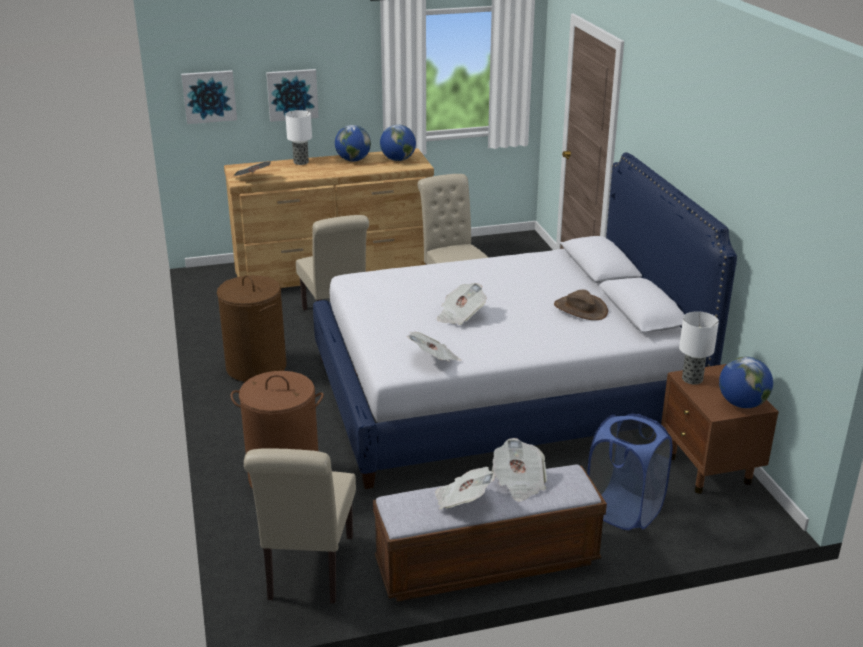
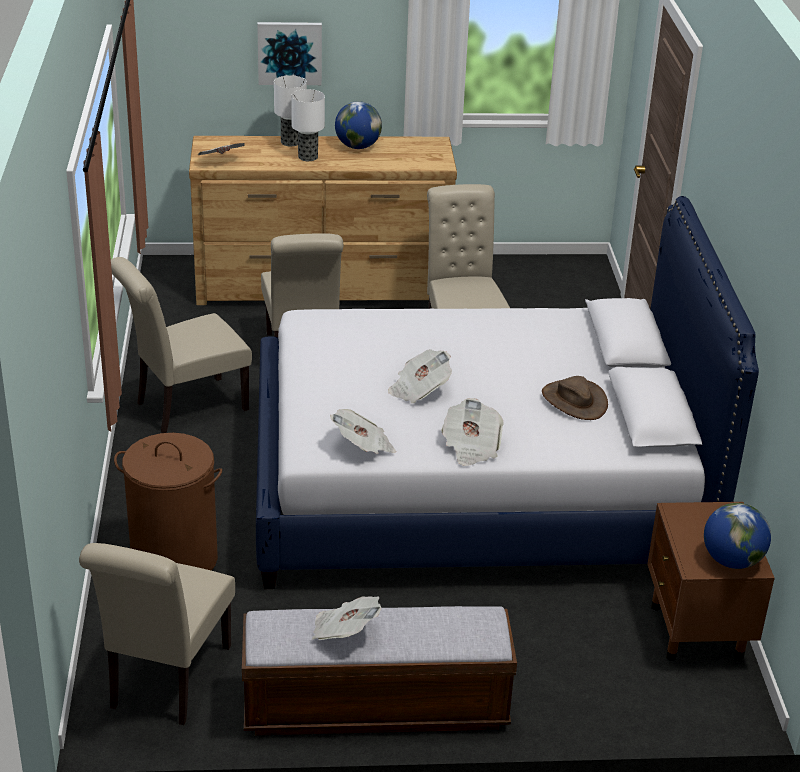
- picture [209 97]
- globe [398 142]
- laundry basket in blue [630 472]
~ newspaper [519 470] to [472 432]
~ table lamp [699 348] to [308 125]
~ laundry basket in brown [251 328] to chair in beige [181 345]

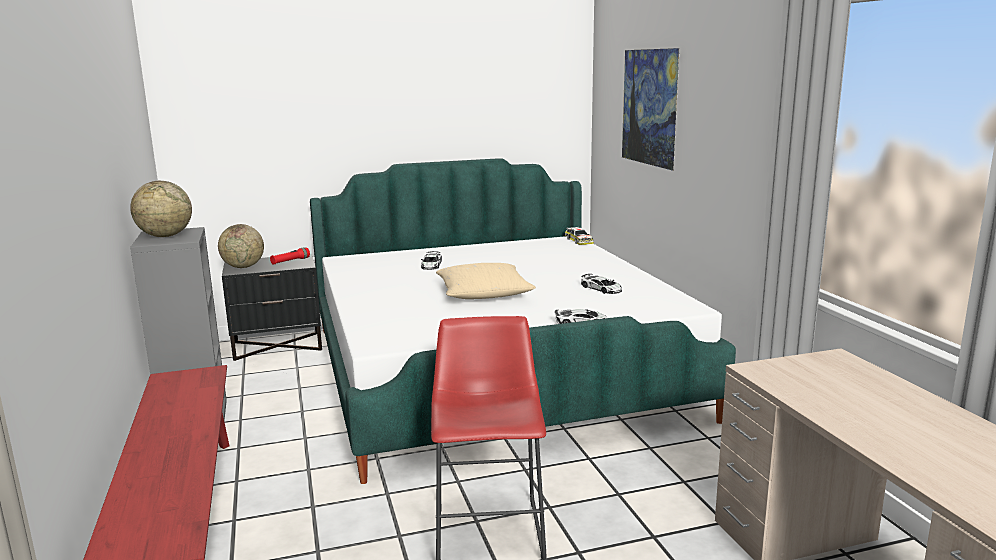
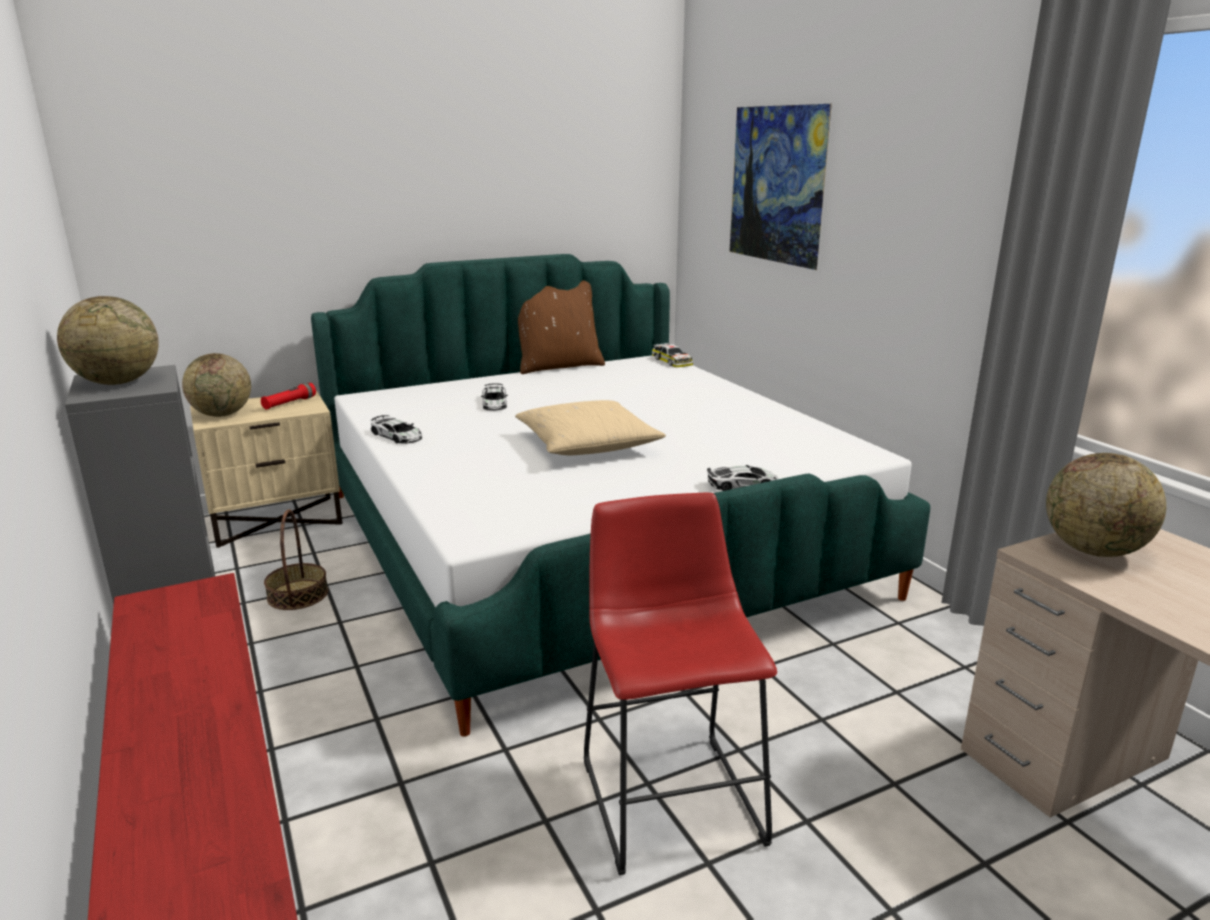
+ basket [296 559]
+ pillow in brown [561 327]
+ globe [1106 505]
~ toy car [601 284] to [396 429]
~ nightstand in black [272 307] to nightstand in beige [266 469]

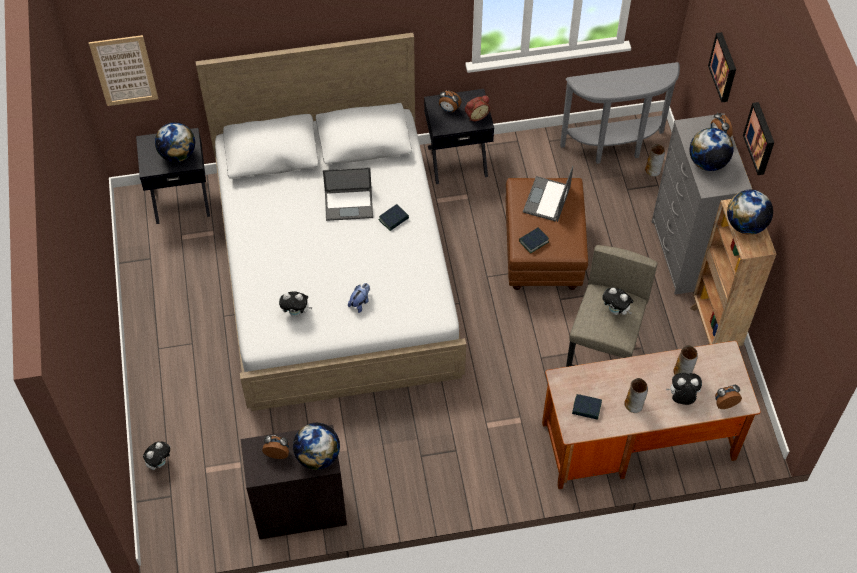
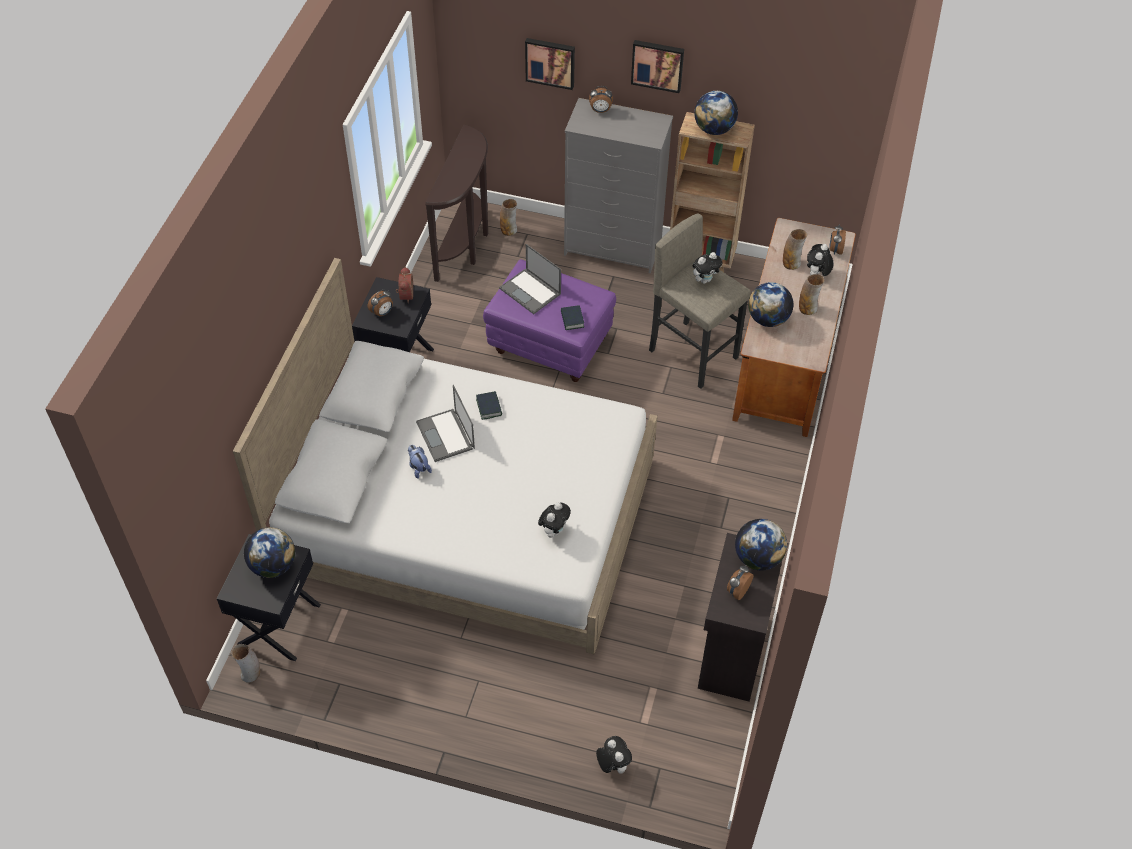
- picture [123 70]
- book [587 407]
+ vase [246 663]
~ plush toy [359 298] to [420 462]
~ globe [711 149] to [770 304]
~ ottoman in brown [546 234] to ottoman in purple [549 321]
~ console table in grey [620 113] to console table in brown [456 203]
~ laptop [348 194] = [445 423] 135 degrees clockwise

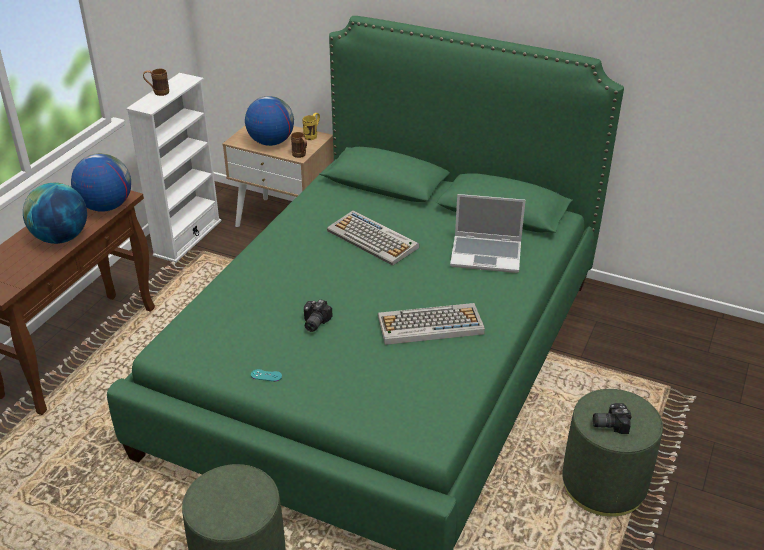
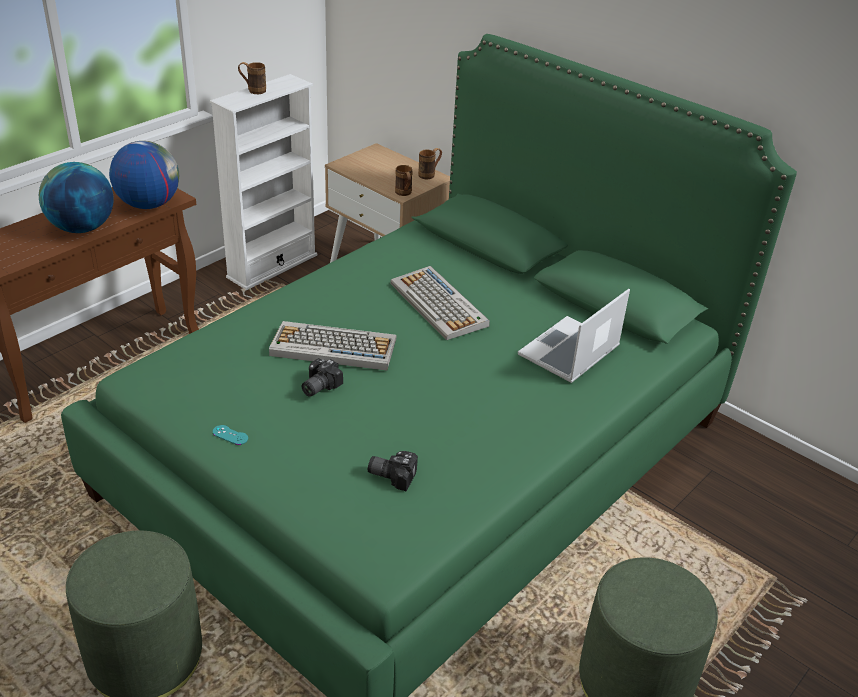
- globe [269 121]
~ keyboard [431 324] to [332 346]
~ photo camera [612 418] to [393 471]
~ mug in yellow [311 126] to mug in brown [430 163]
~ laptop [488 233] = [574 336] 105 degrees clockwise

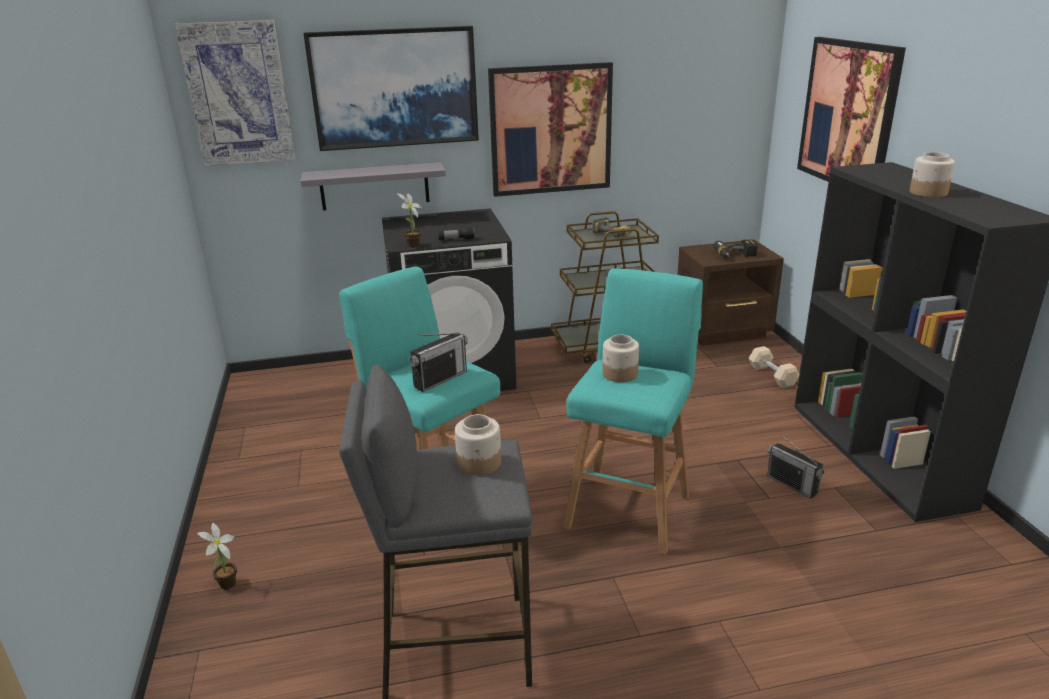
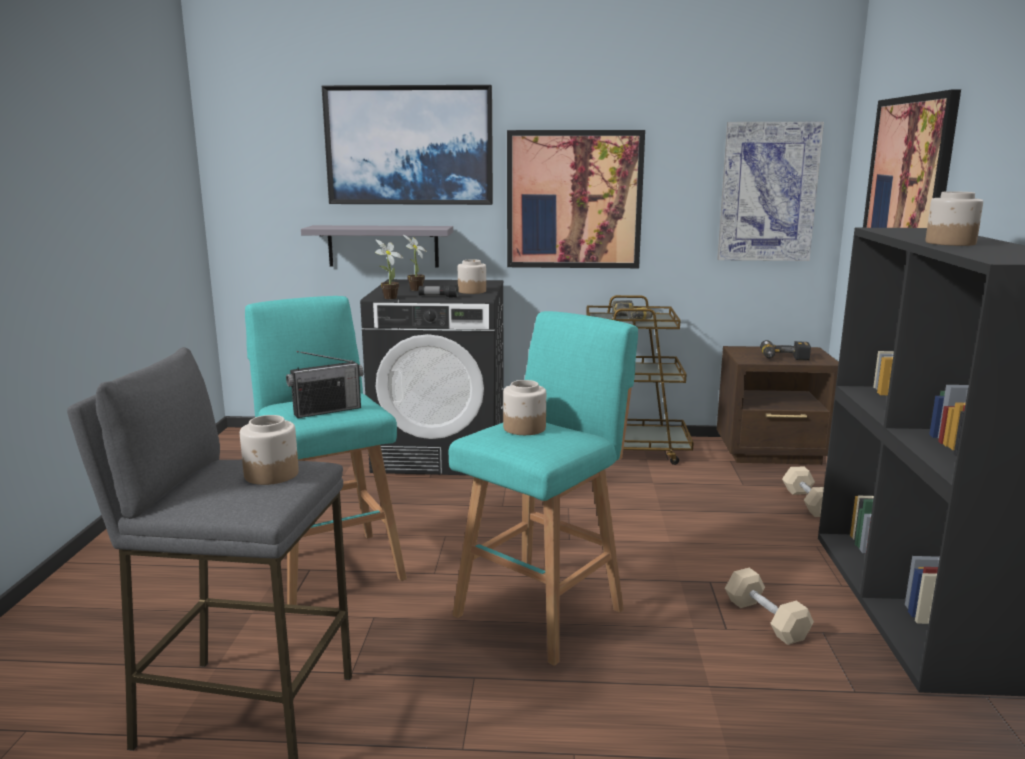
+ jar [472 276]
~ picture [235 93] to [770 191]
~ potted plant [217 556] to [415 263]
~ radio [795 466] to dumbbell in beige [769 606]

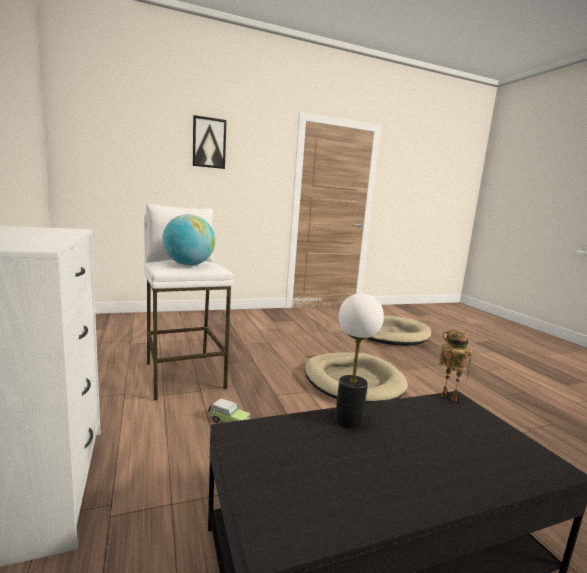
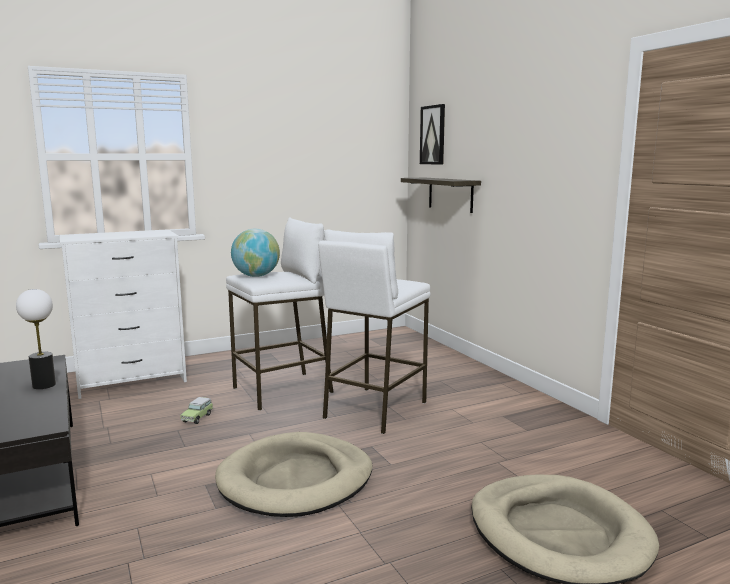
- toy robot [455 365]
+ stool in white [374 331]
+ shelf [441 195]
~ picture [210 142] to [432 134]

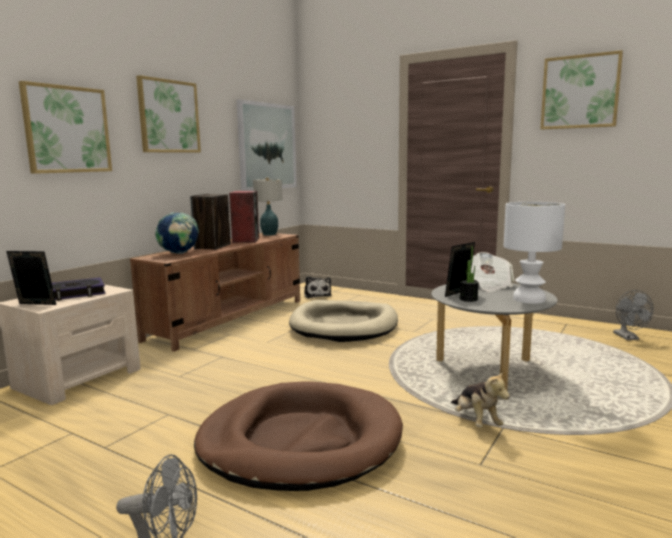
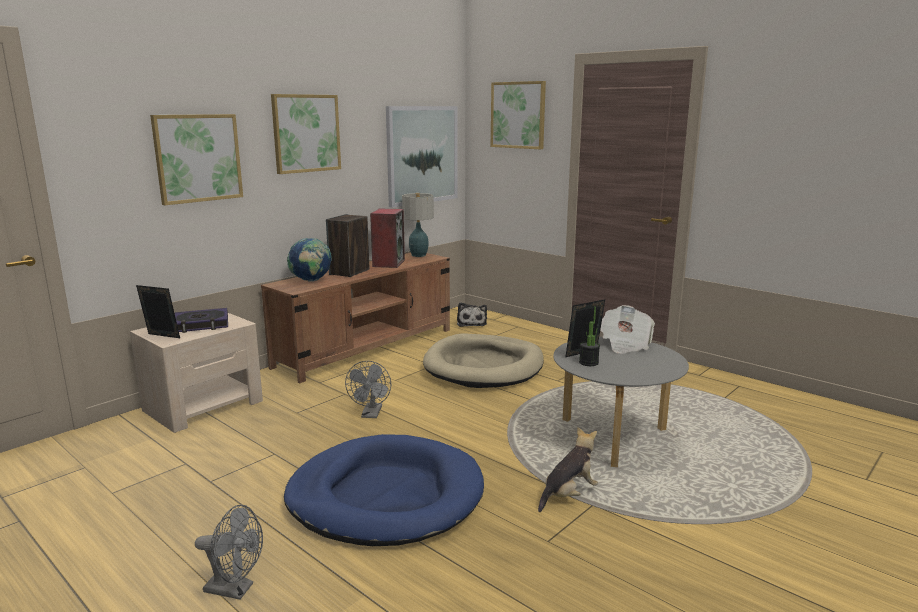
- table lamp in white [534 253]
~ picture [581 90] to [518 115]
~ fan in grey [633 315] to [368 389]
~ dog bed in brown [298 436] to dog bed in blue [384 490]
~ plush toy [480 398] = [568 469] 120 degrees counterclockwise

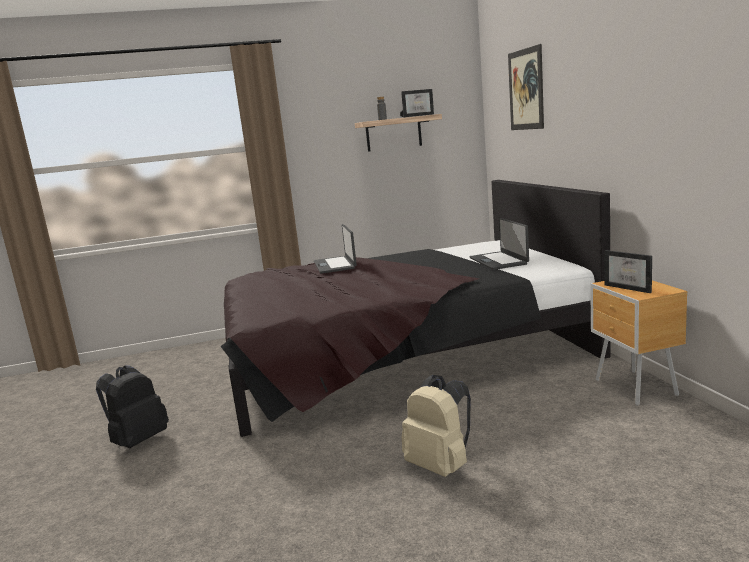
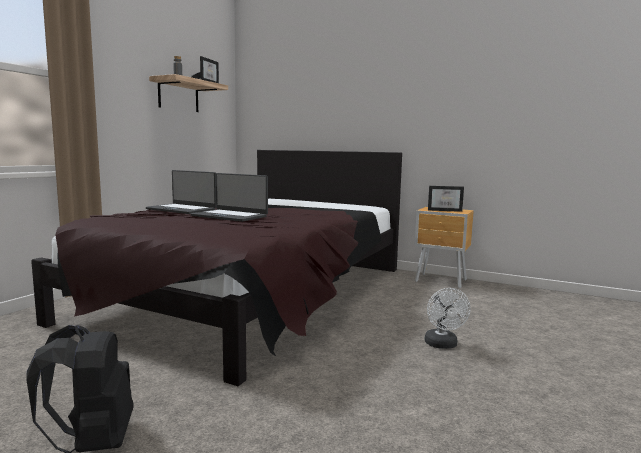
- picture [526 87]
~ laptop [499 244] to [229 197]
~ backpack in beige [436 426] to fan in white [448 318]

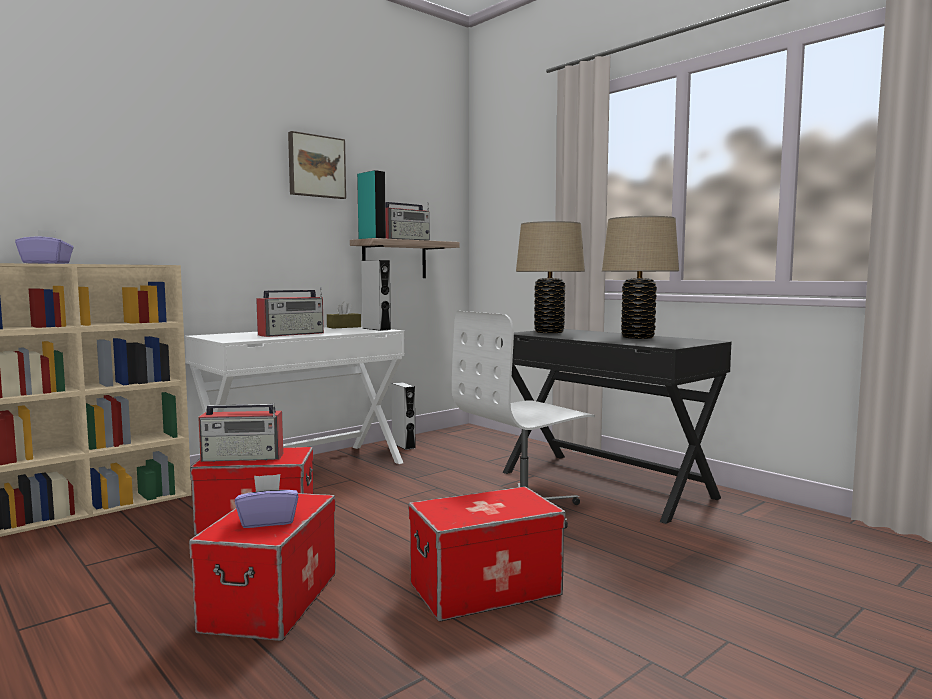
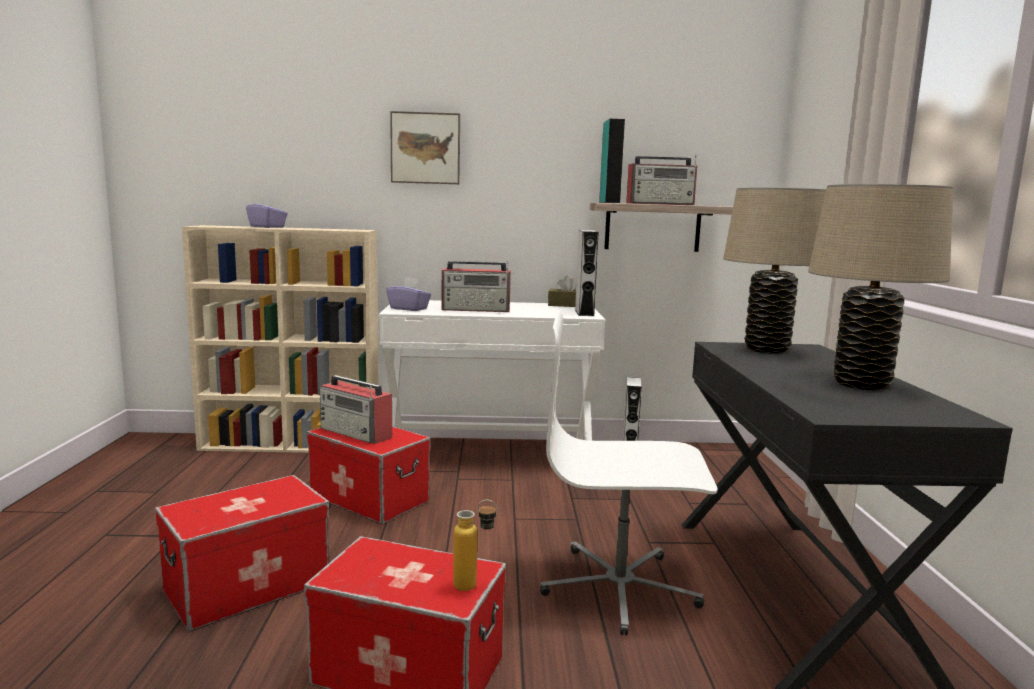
+ bottle [475 545]
~ tissue box in purple [266 501] to [408 294]
~ picture [317 165] to [425 147]

